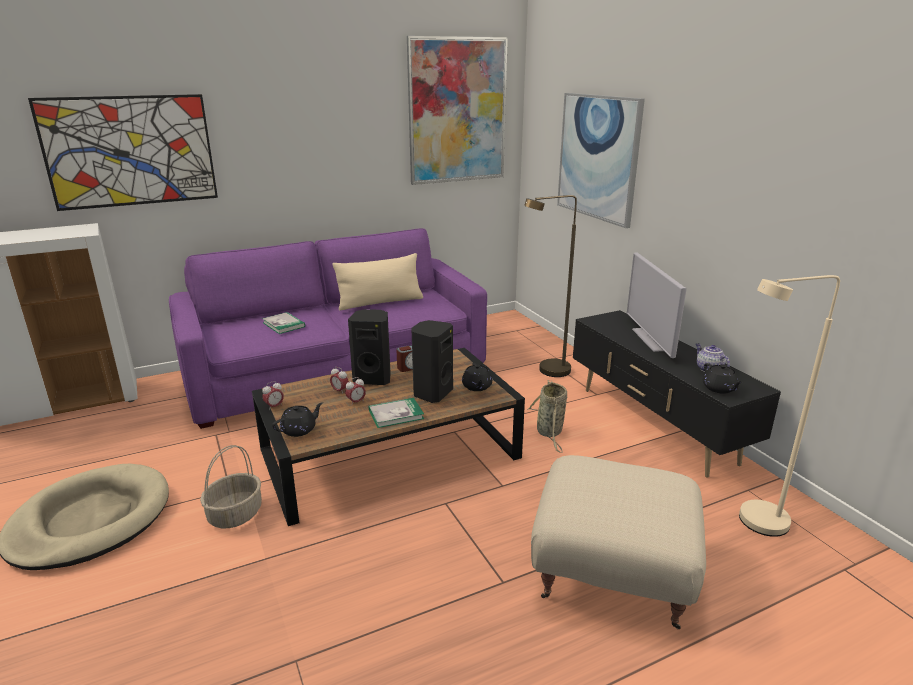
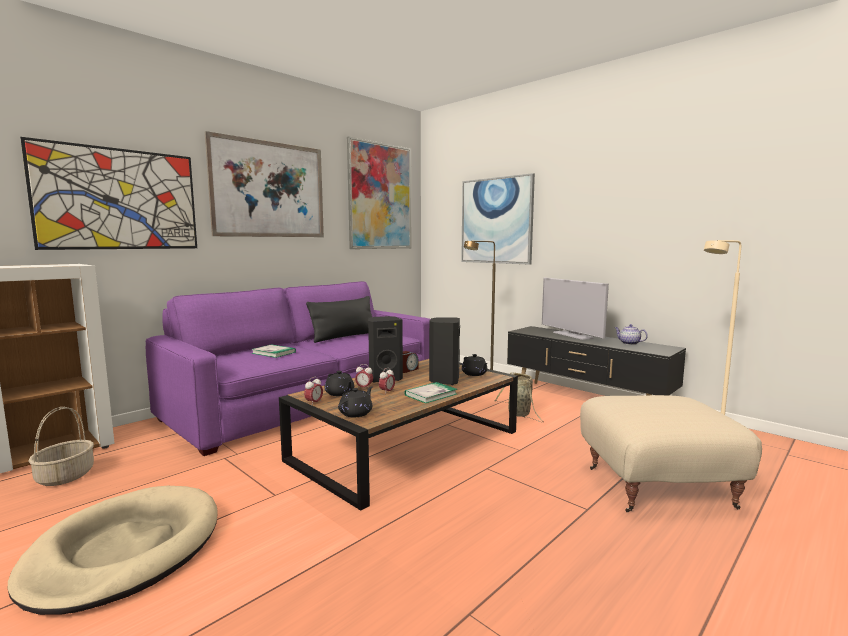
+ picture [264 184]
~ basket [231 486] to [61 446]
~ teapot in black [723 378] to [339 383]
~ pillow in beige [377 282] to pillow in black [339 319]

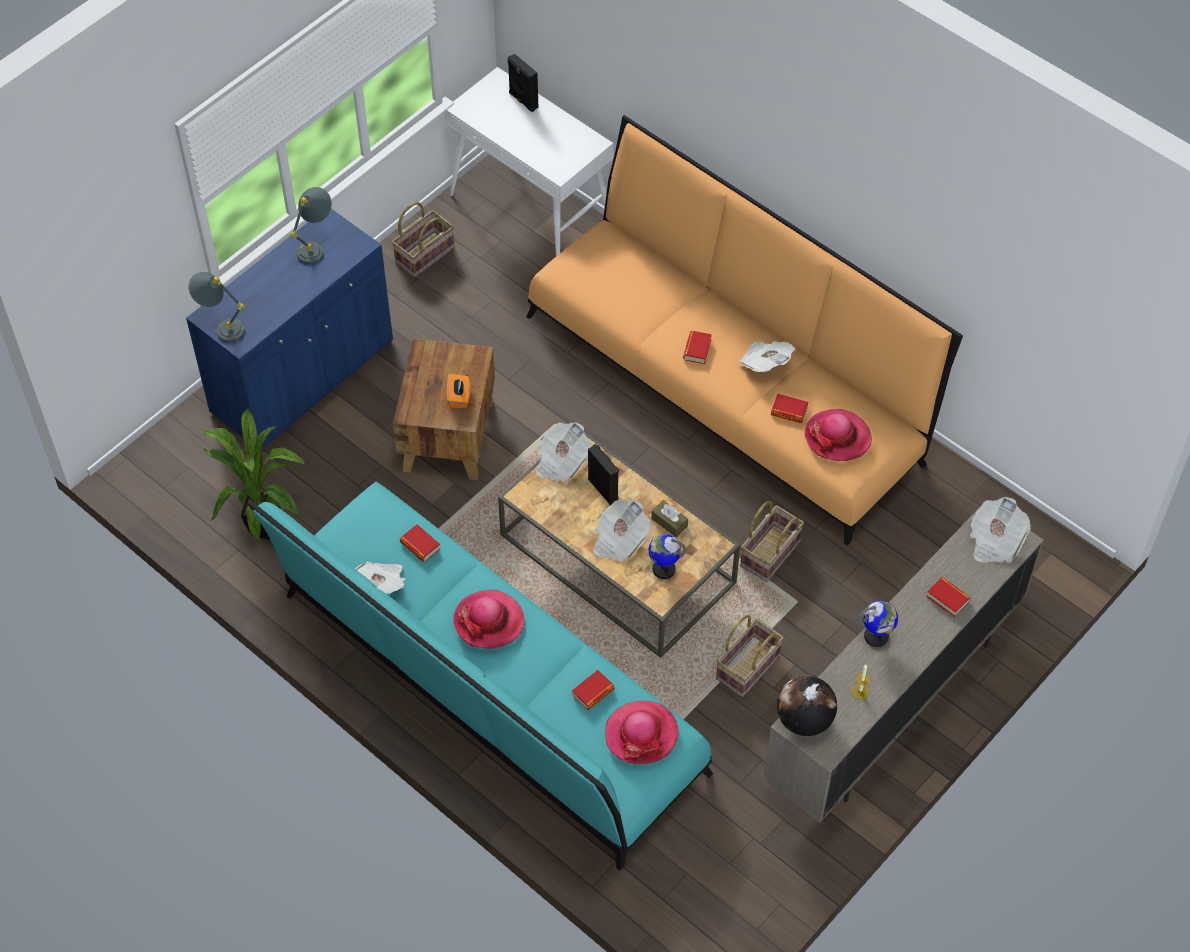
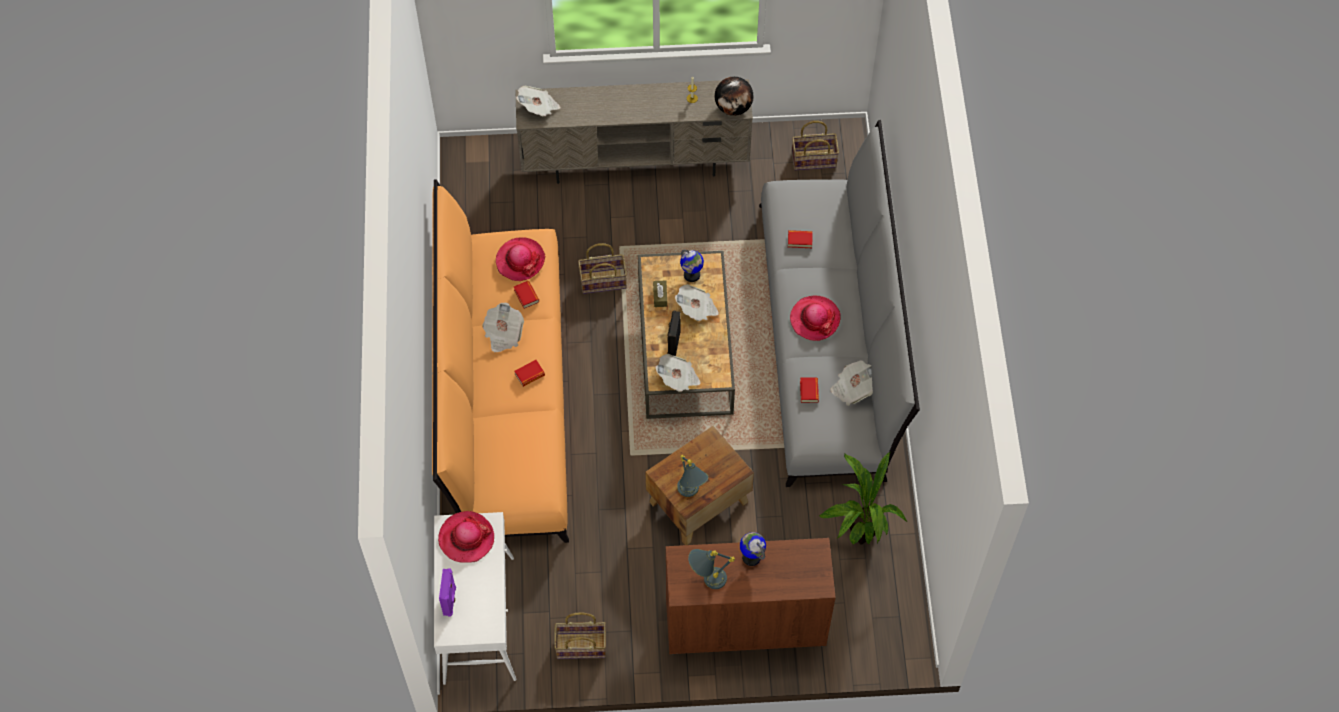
- tissue box in orange [458 390]
- book [948 597]
~ table lamp in grey [216 307] to [692 476]
~ hat [642 732] to [466 537]
~ basket [750 656] to [815 146]
~ globe [878 624] to [753 549]
~ cabinet in blue [289 328] to cabinet in brown [751 596]
~ sofa in turquoise [480 676] to sofa in grey [839 303]
~ speaker in black [523 83] to speaker in purple [447 592]

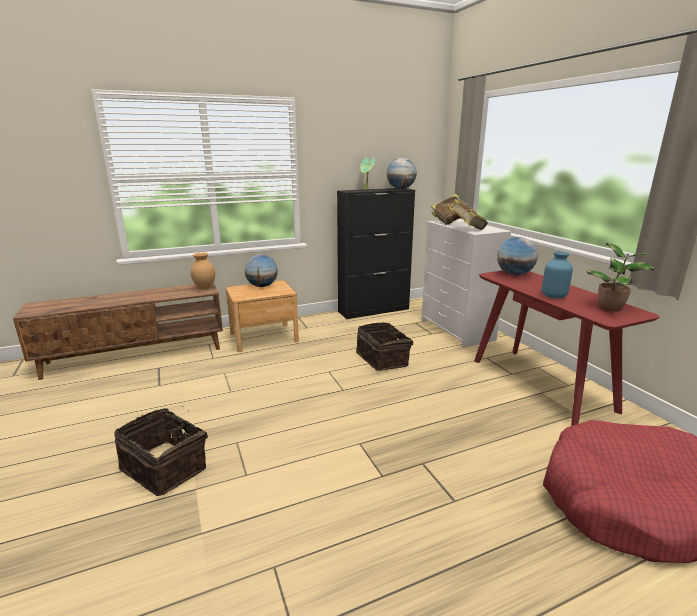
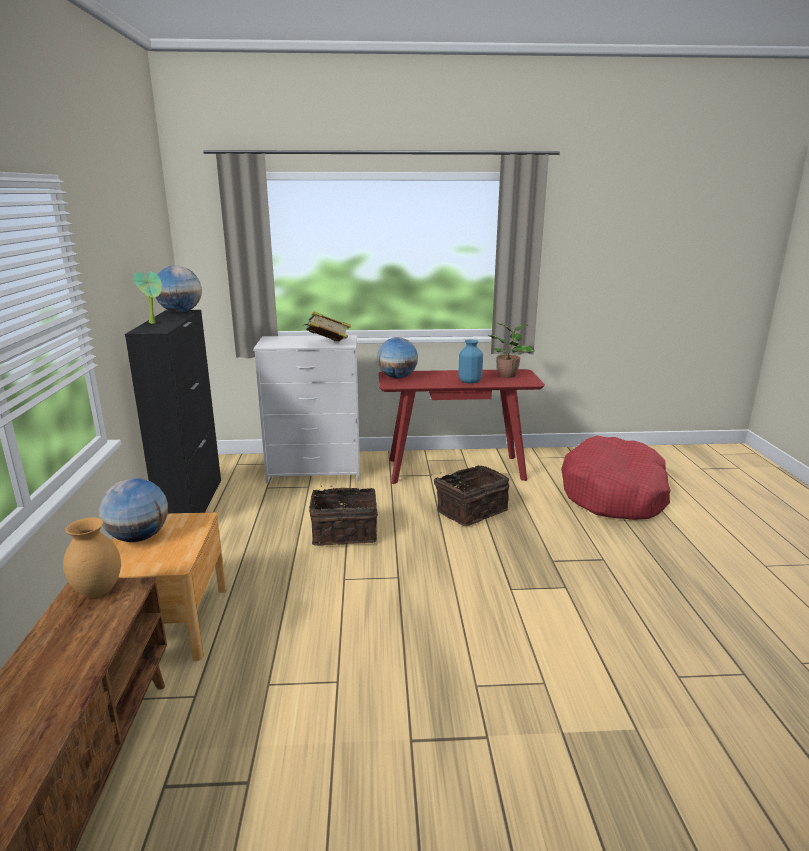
- book [450 209]
~ basket [161 452] to [471 496]

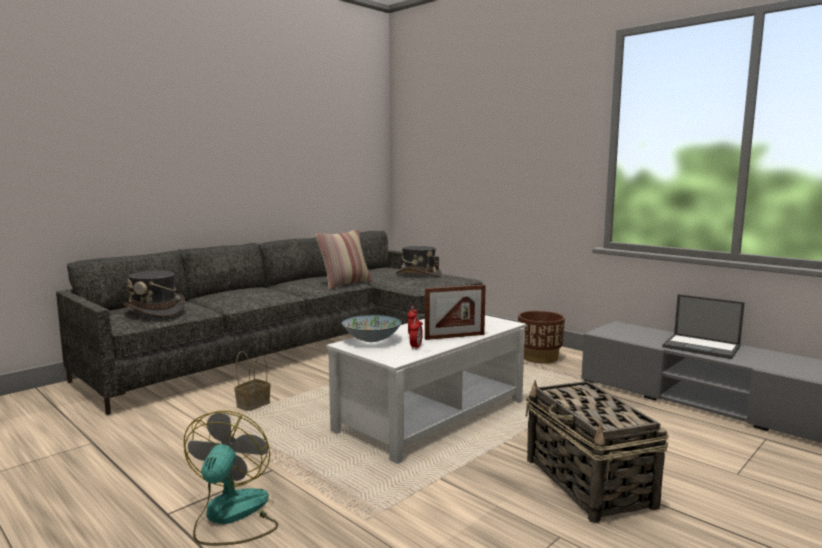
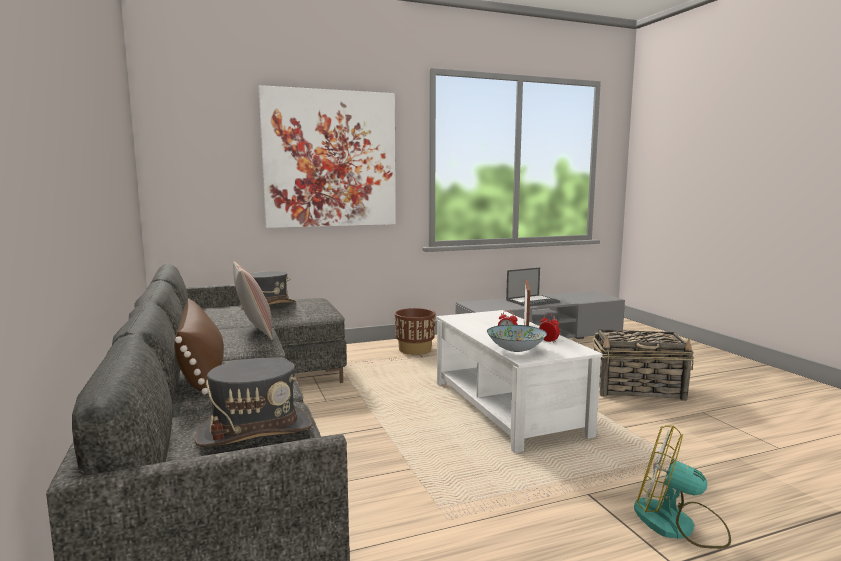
- basket [252 381]
+ pillow in brown [199 346]
+ picture [327 156]

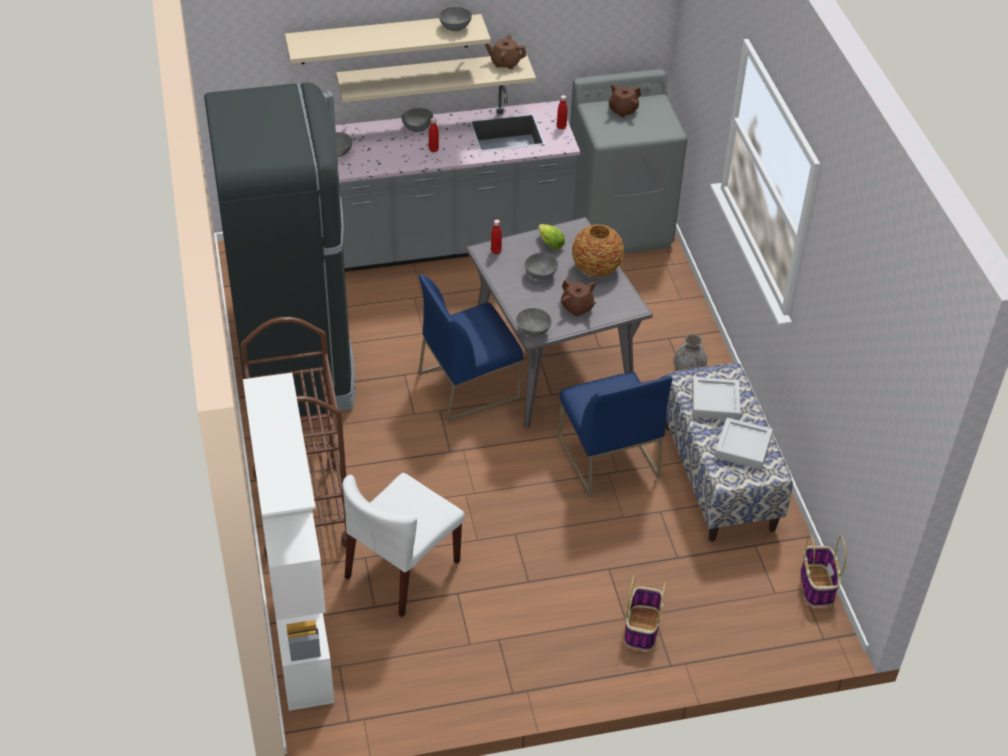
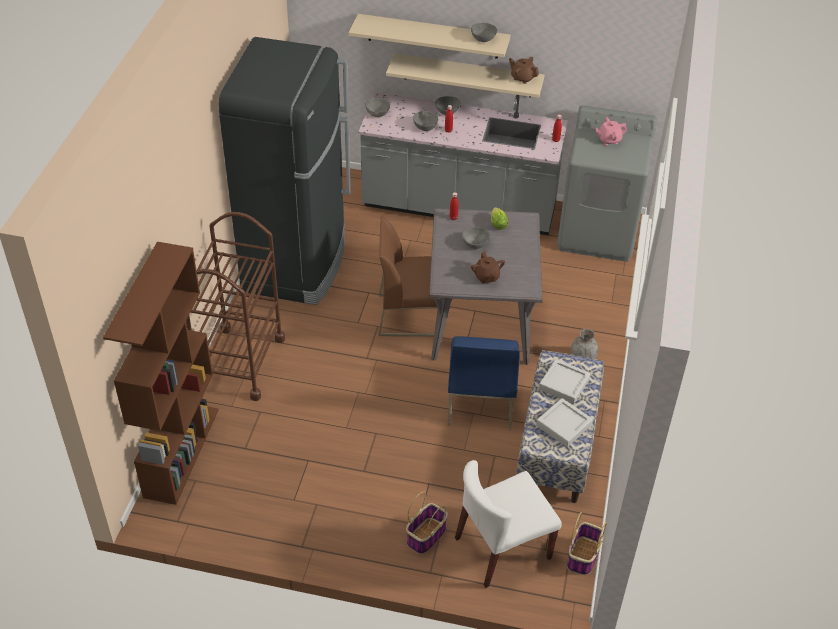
- vase [598 250]
~ chair in white [403 545] to [508 524]
~ bowl in grey [534 322] to [425 121]
~ bookcase in white [289 542] to bookcase in brown [161 373]
~ chair in blue [470 348] to chair in brown [407 277]
~ teapot in brown [624 101] to teapot in pink [611 131]

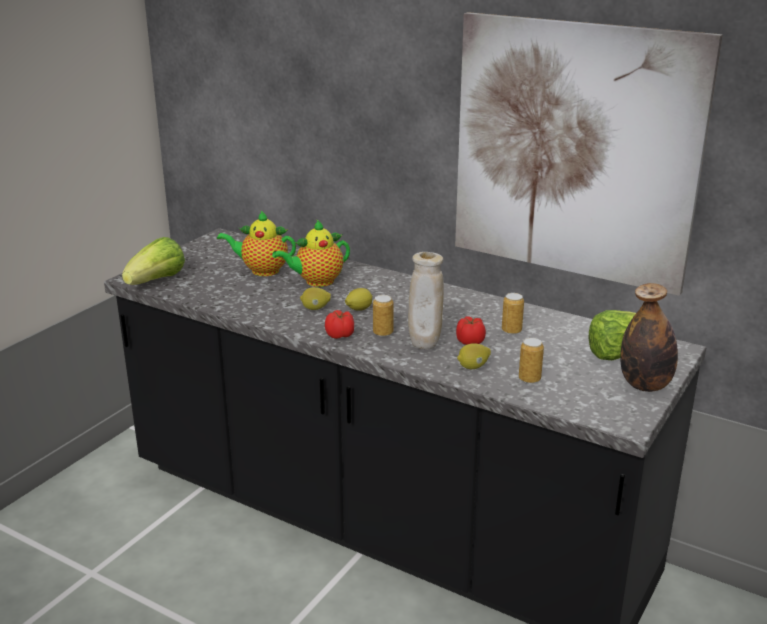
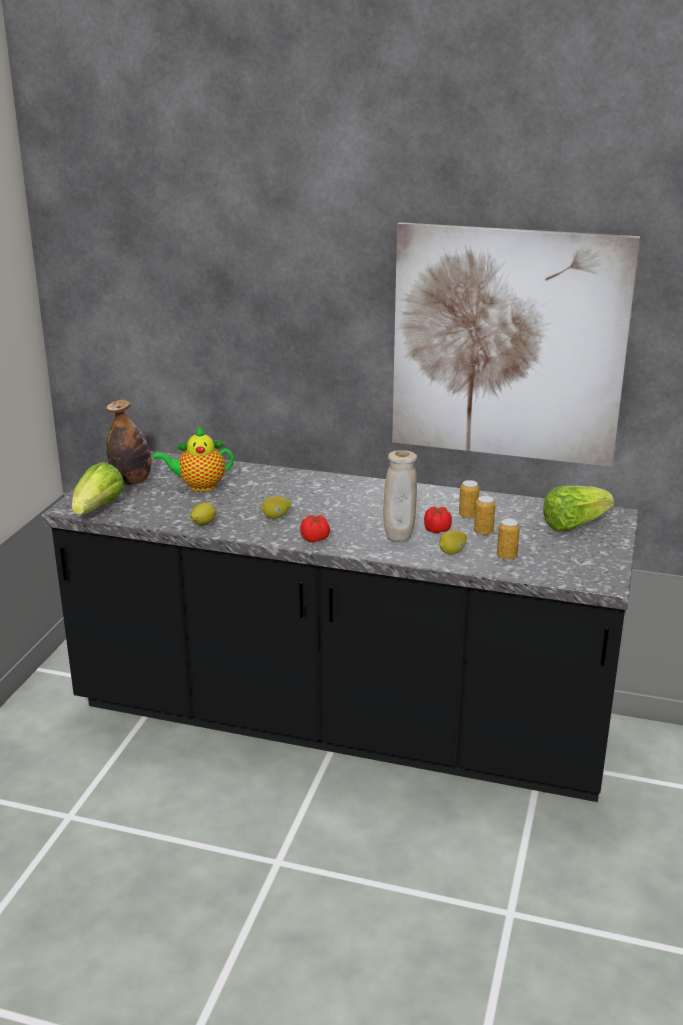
- teapot [311 253]
~ lemon [358 299] to [203 513]
~ can [383 316] to [485 515]
~ bottle [649 337] to [129 442]

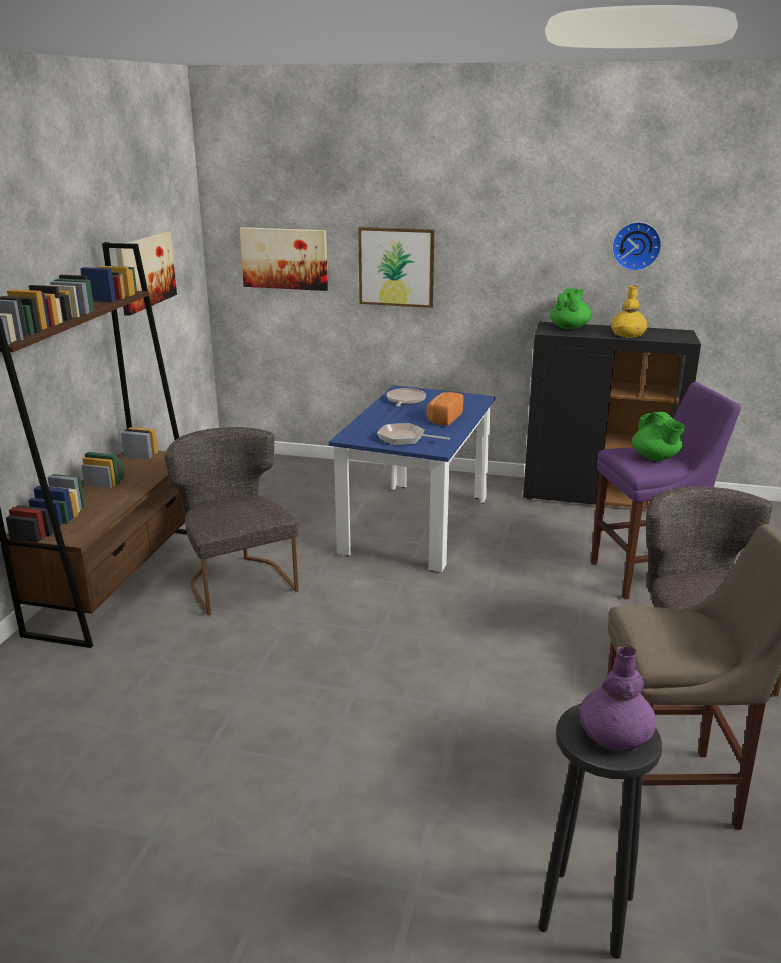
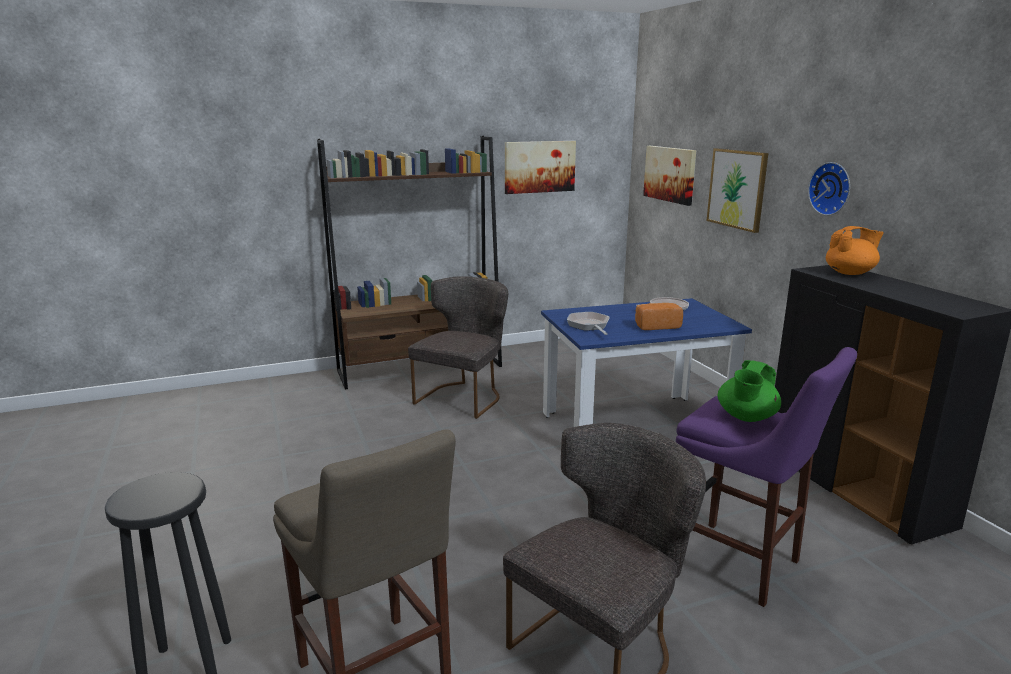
- vase in purple [618 698]
- vase in yellow [629 312]
~ wall clock [637 246] to [829 189]
~ teapot in green [571 309] to teapot in orange [855 250]

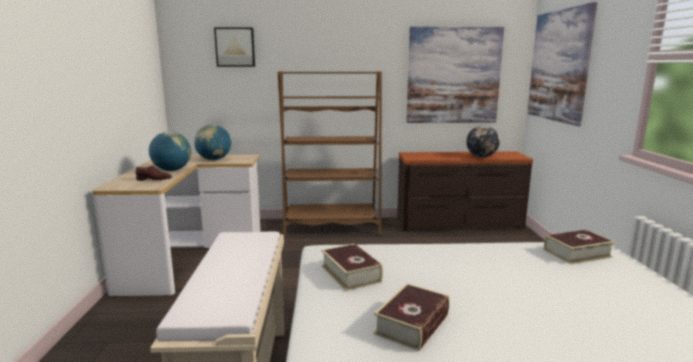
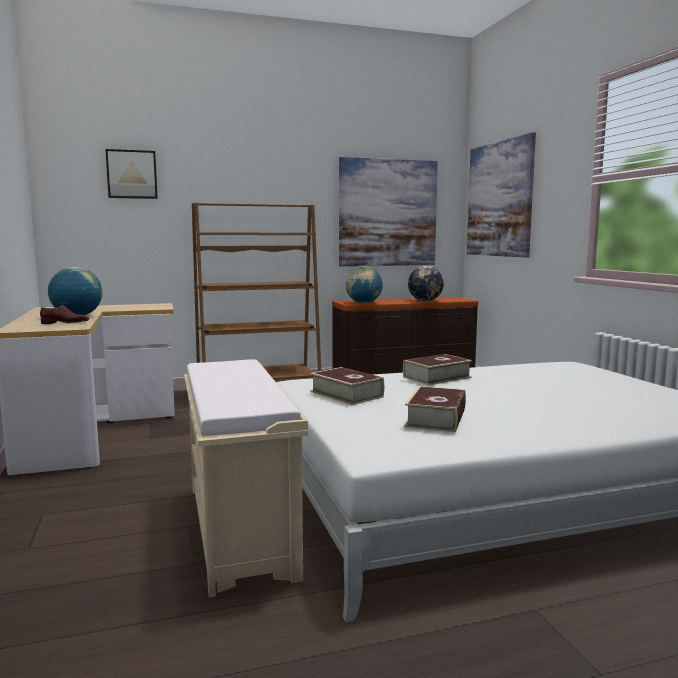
~ globe [212 142] to [364 285]
~ book [579 247] to [437 369]

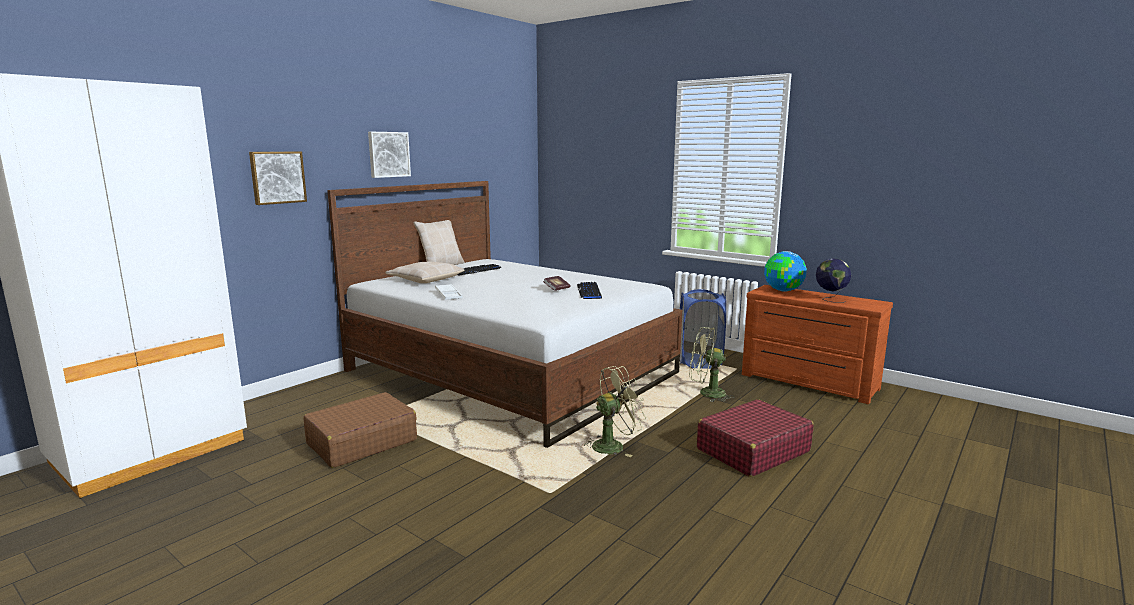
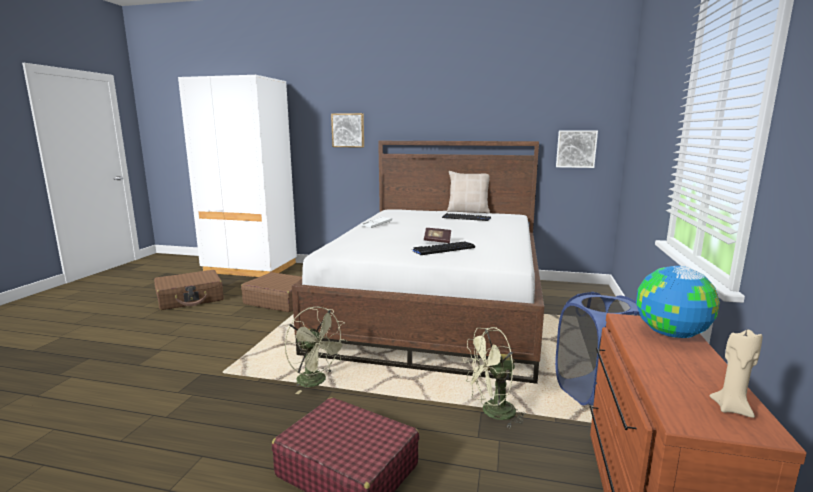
- pillow in beige [425 272]
- globe [833 280]
+ suitcase in brown [189 290]
+ candle in beige [735 373]
~ picture [389 155] to [577 149]
~ fan in green [712 364] = [495 377] 90 degrees counterclockwise

